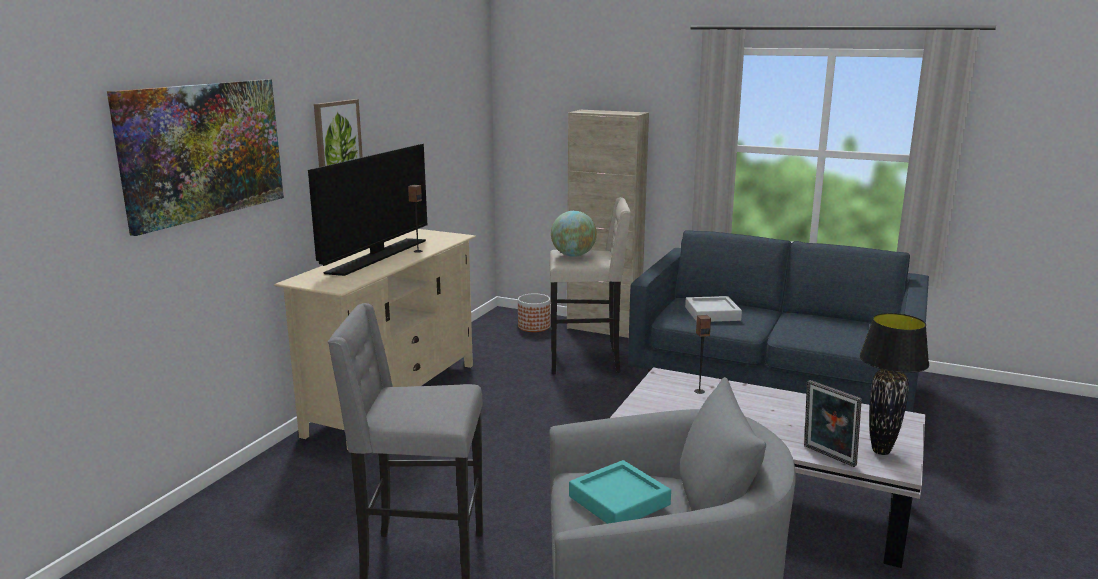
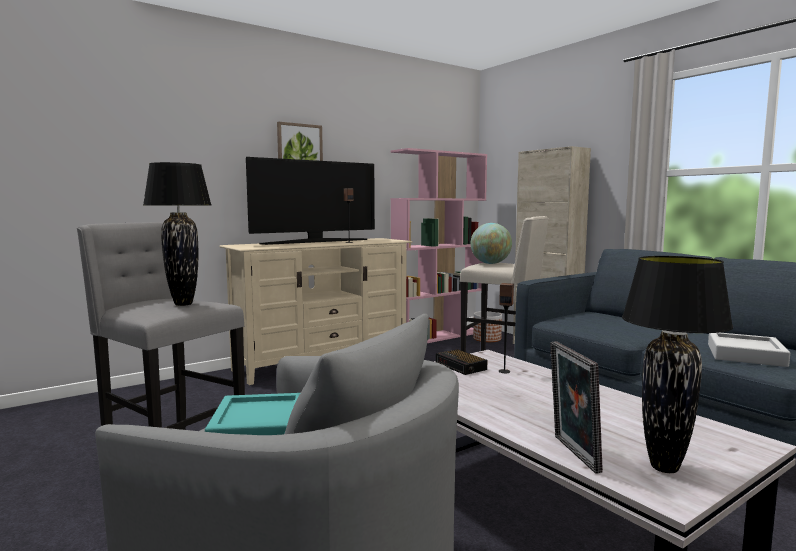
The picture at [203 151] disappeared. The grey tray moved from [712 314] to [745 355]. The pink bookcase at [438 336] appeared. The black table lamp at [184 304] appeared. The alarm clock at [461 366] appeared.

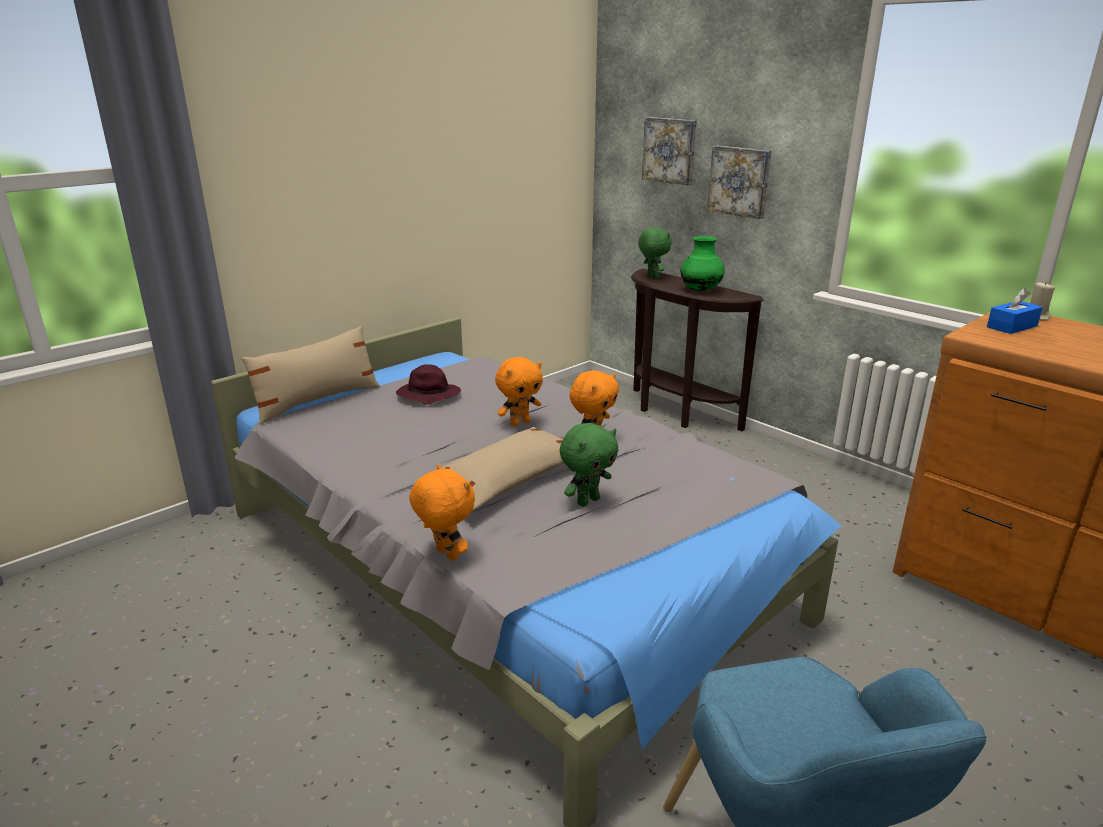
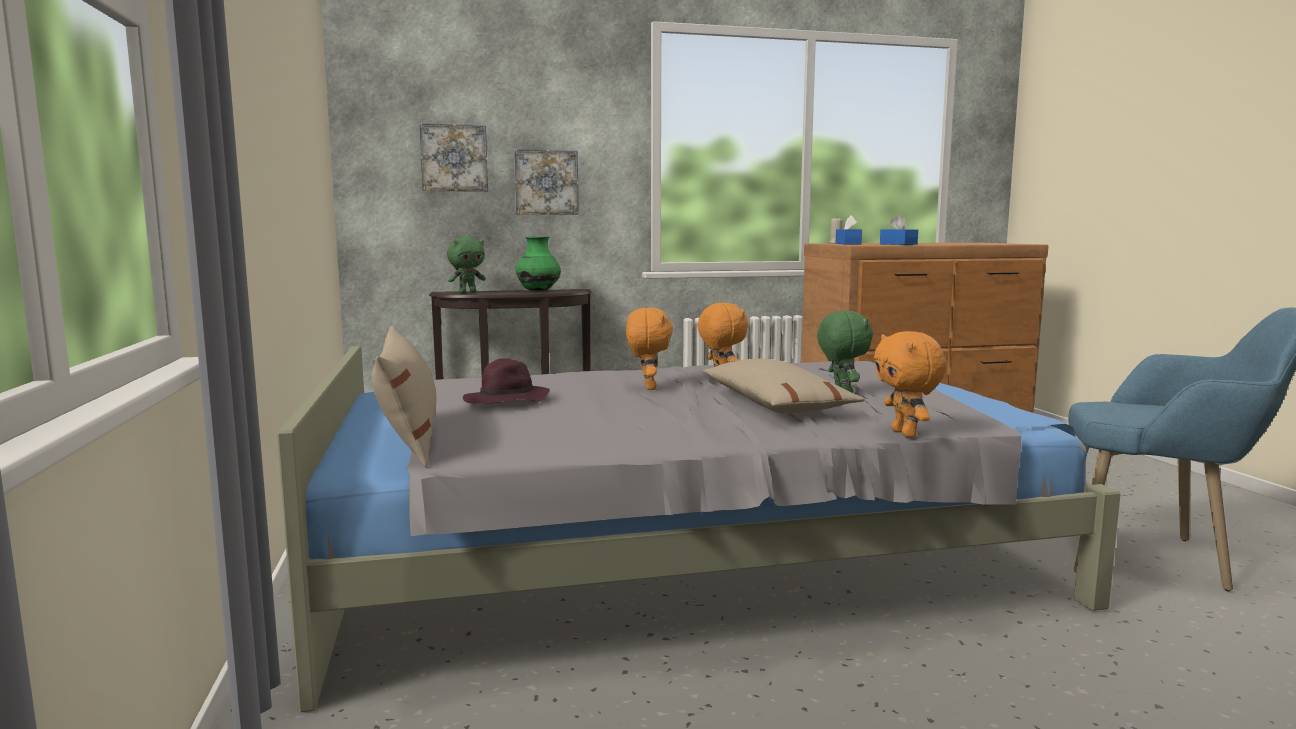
The green plush toy at [652 277] turned 135 degrees clockwise. The orange plush toy at [445 554] turned 90 degrees counterclockwise. The blue tissue box at [898 244] appeared.

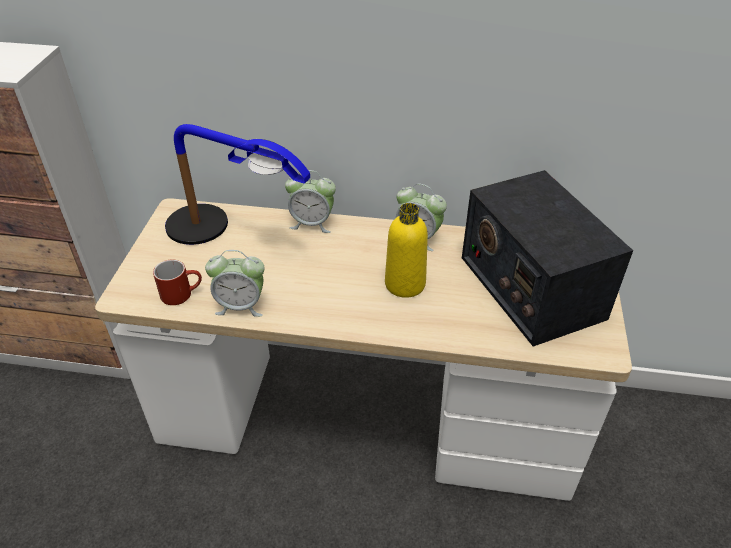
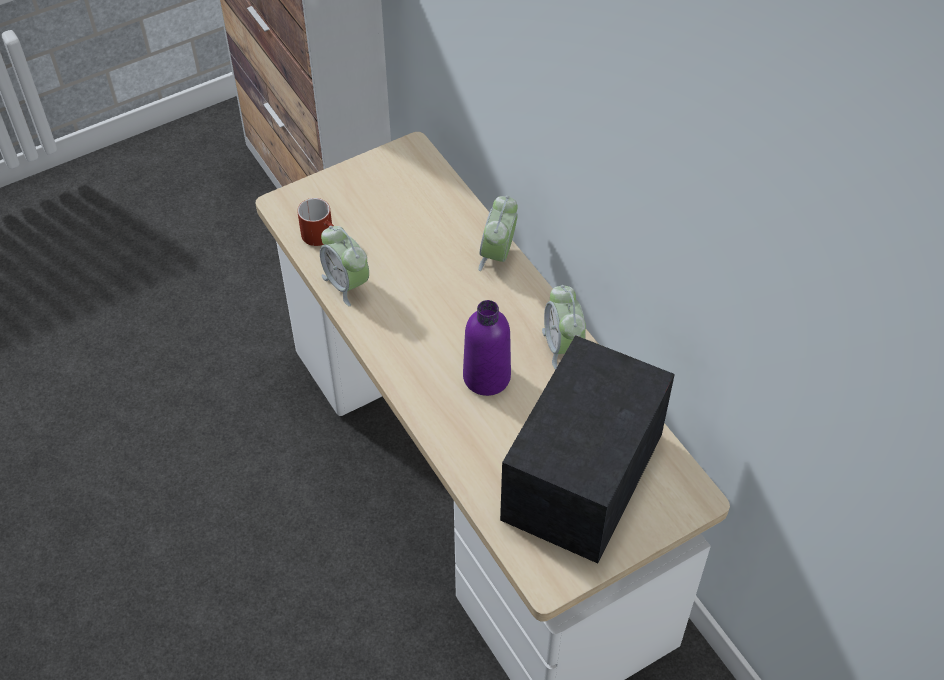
The table lamp at [225 235] disappeared. The alarm clock at [312 223] turned 45 degrees clockwise. The yellow bottle at [405 284] became the purple bottle at [486 377].

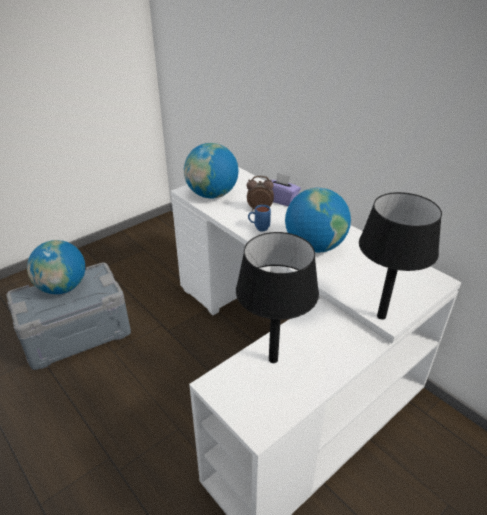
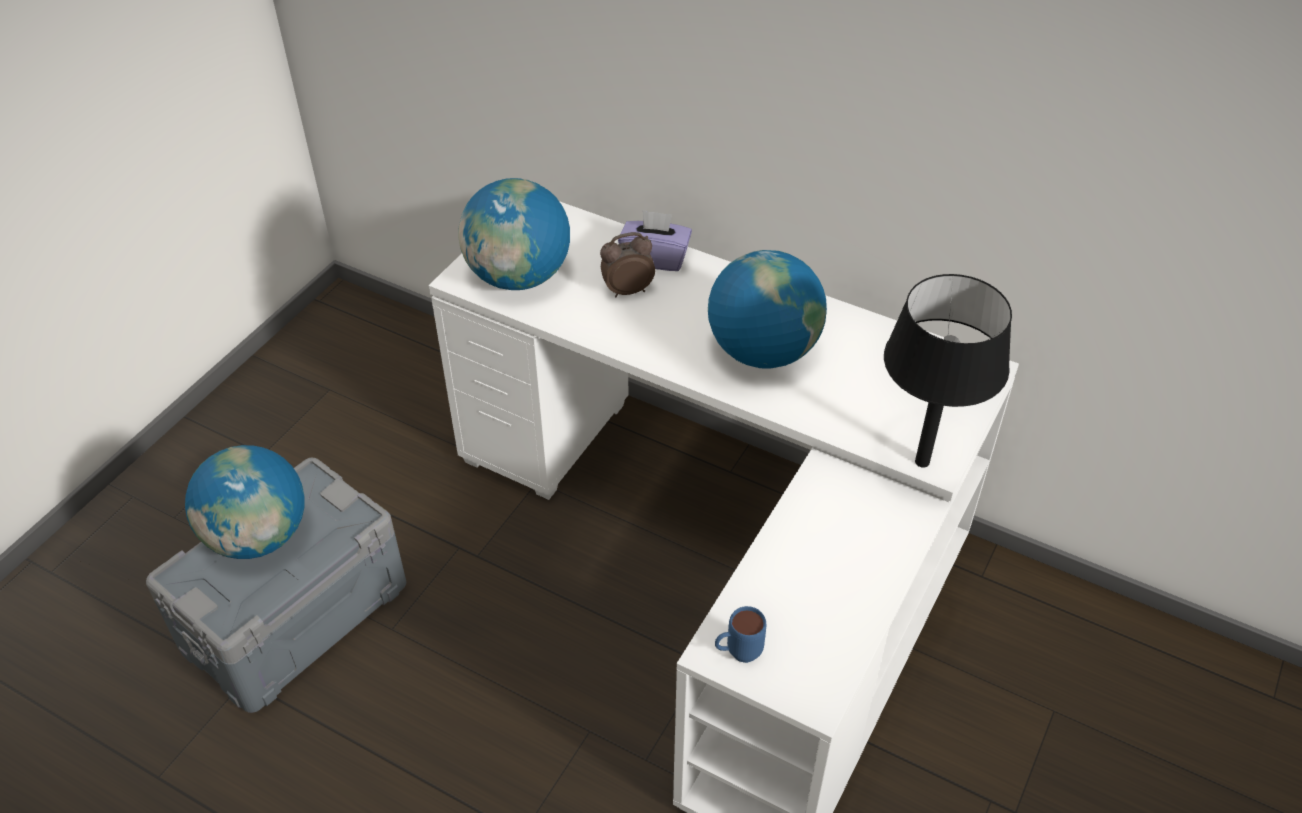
The blue mug moved from [258 228] to [737 654]. The black table lamp at [273 359] disappeared.

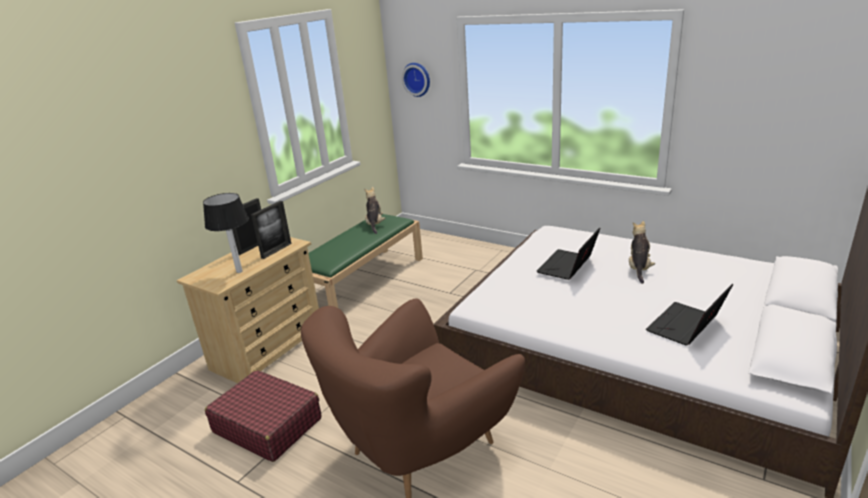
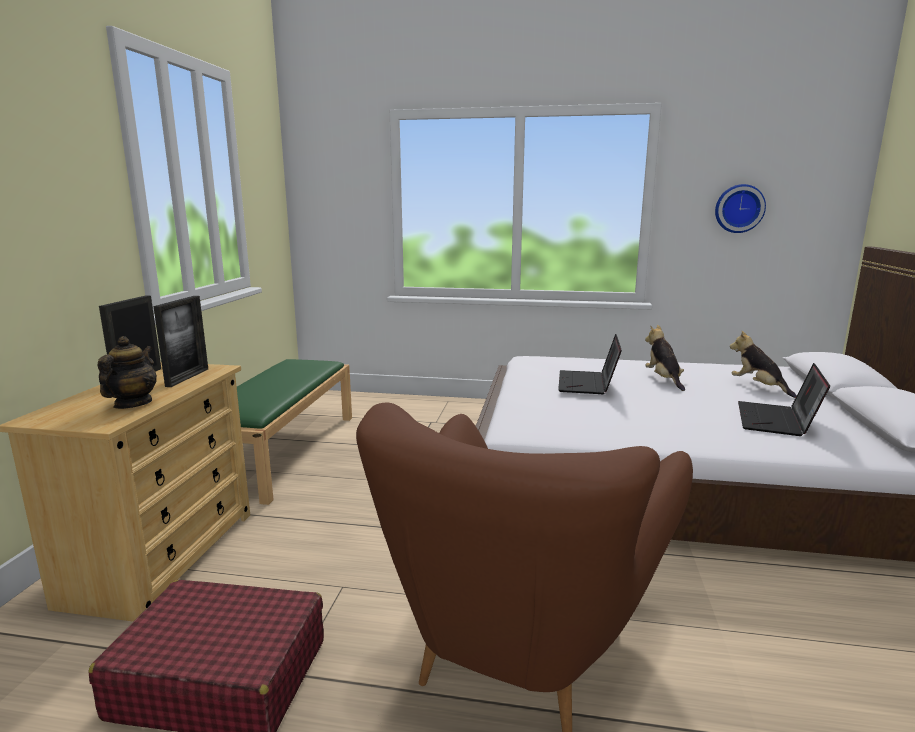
The wall clock moved from [417 79] to [738 208]. The plush toy moved from [375 224] to [758 387]. The table lamp at [239 271] was replaced by the teapot at [132 404].

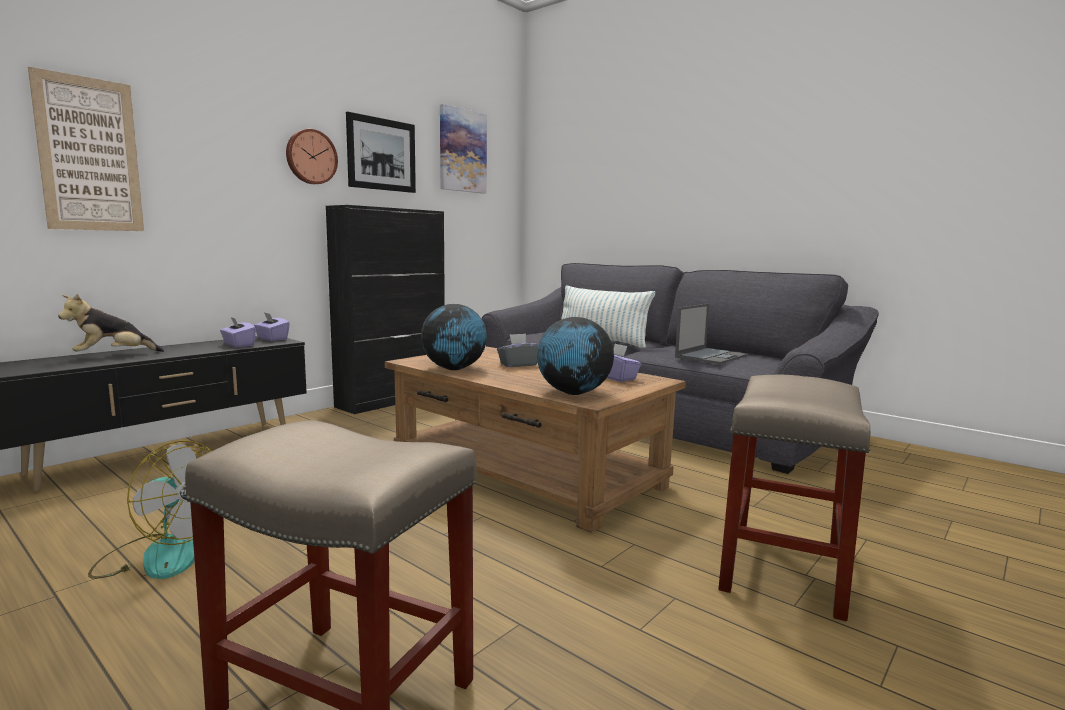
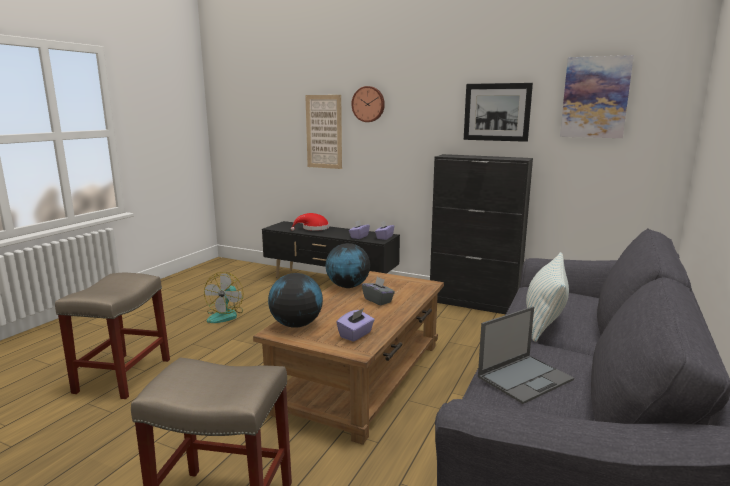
The wall clock moved from [310 157] to [368 104]. The plush toy at [112 356] was replaced by the red hat at [313 228]. The laptop at [711 356] turned 60 degrees counterclockwise.

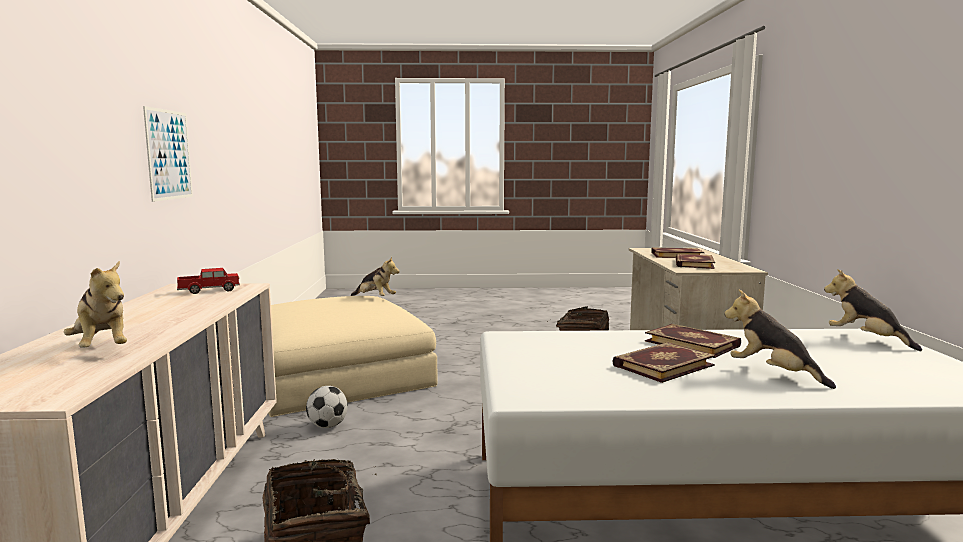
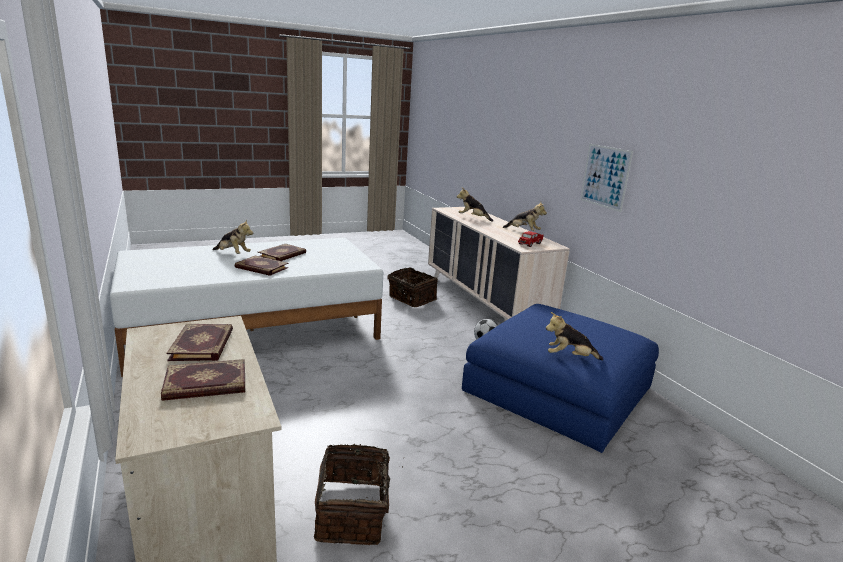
The plush toy moved from [866 339] to [523 231]. The beige ottoman at [335 375] became the blue ottoman at [558 389].

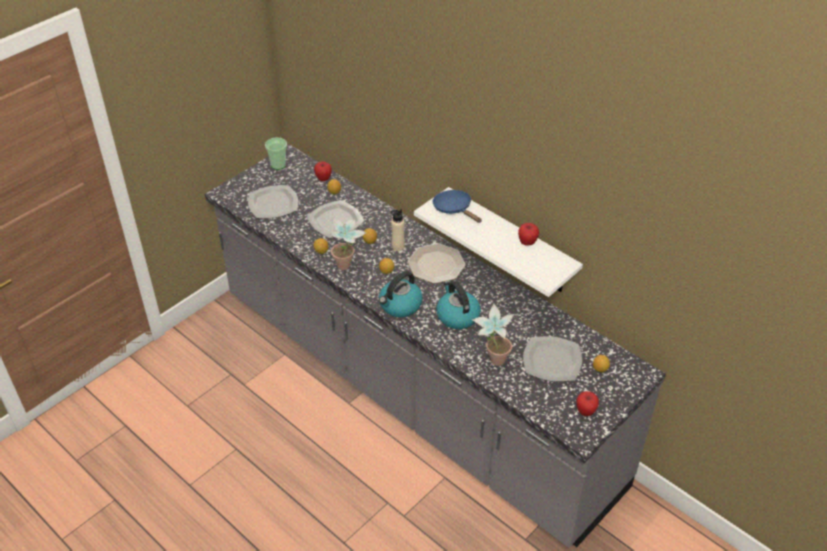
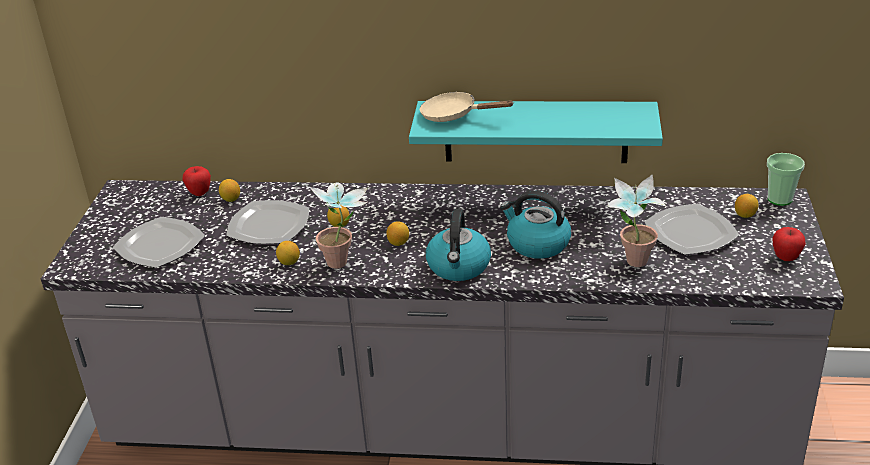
The cup moved from [278 165] to [779 199]. The white shelf at [511 242] became the turquoise shelf at [535 131]. The blue frying pan at [454 209] became the beige frying pan at [454 115]. The beige bottle at [398 246] disappeared. The apple at [527 243] disappeared. The plate at [435 265] disappeared.

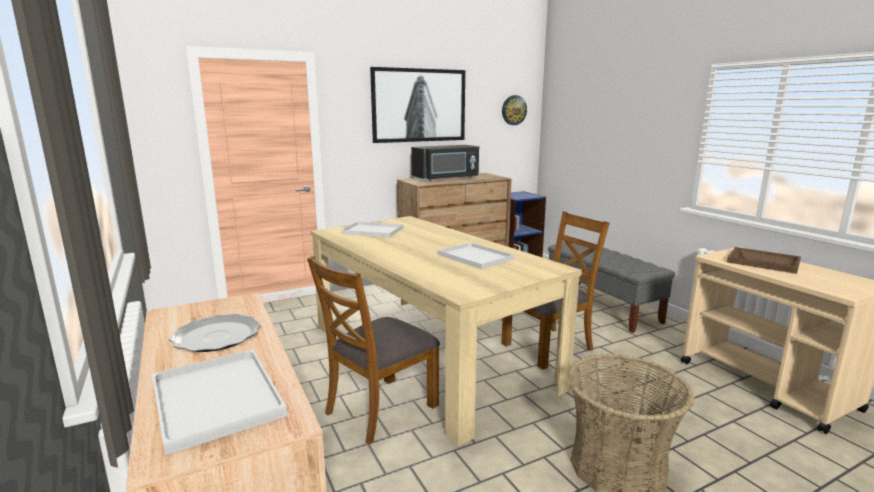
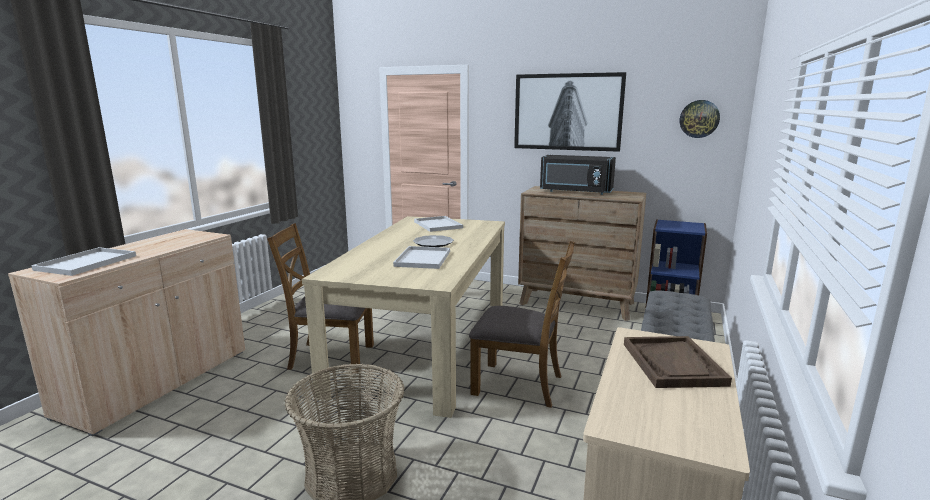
The plate moved from [217 336] to [433 243].

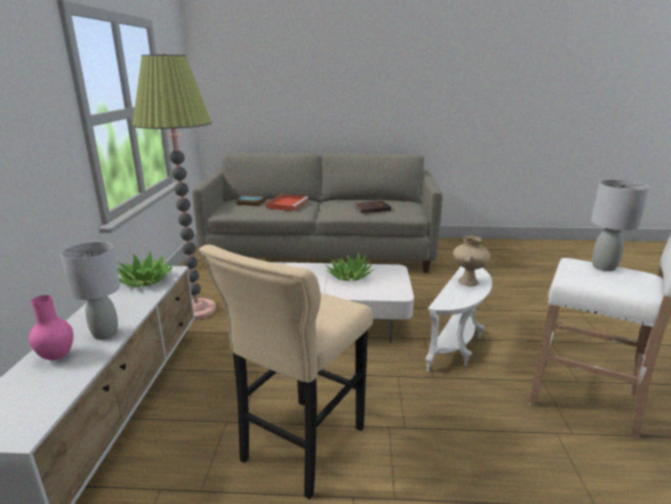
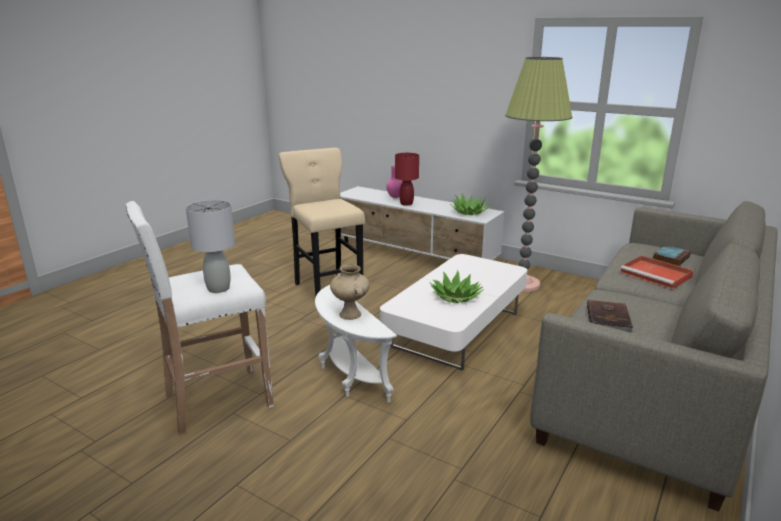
The grey table lamp at [105 333] became the red table lamp at [406 203].

